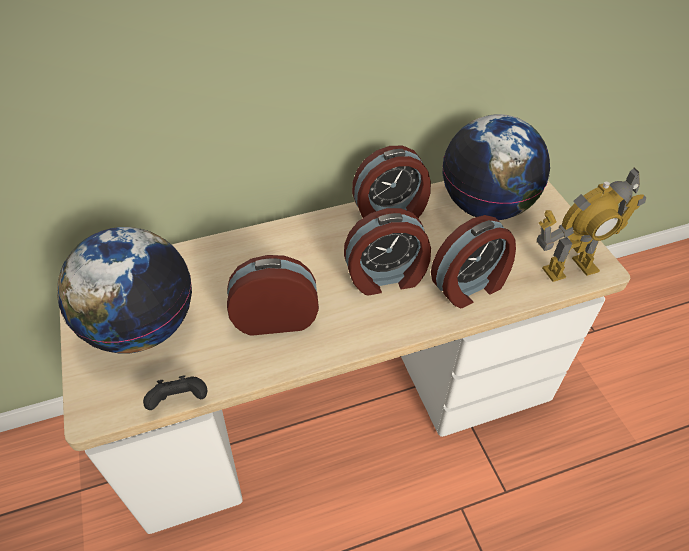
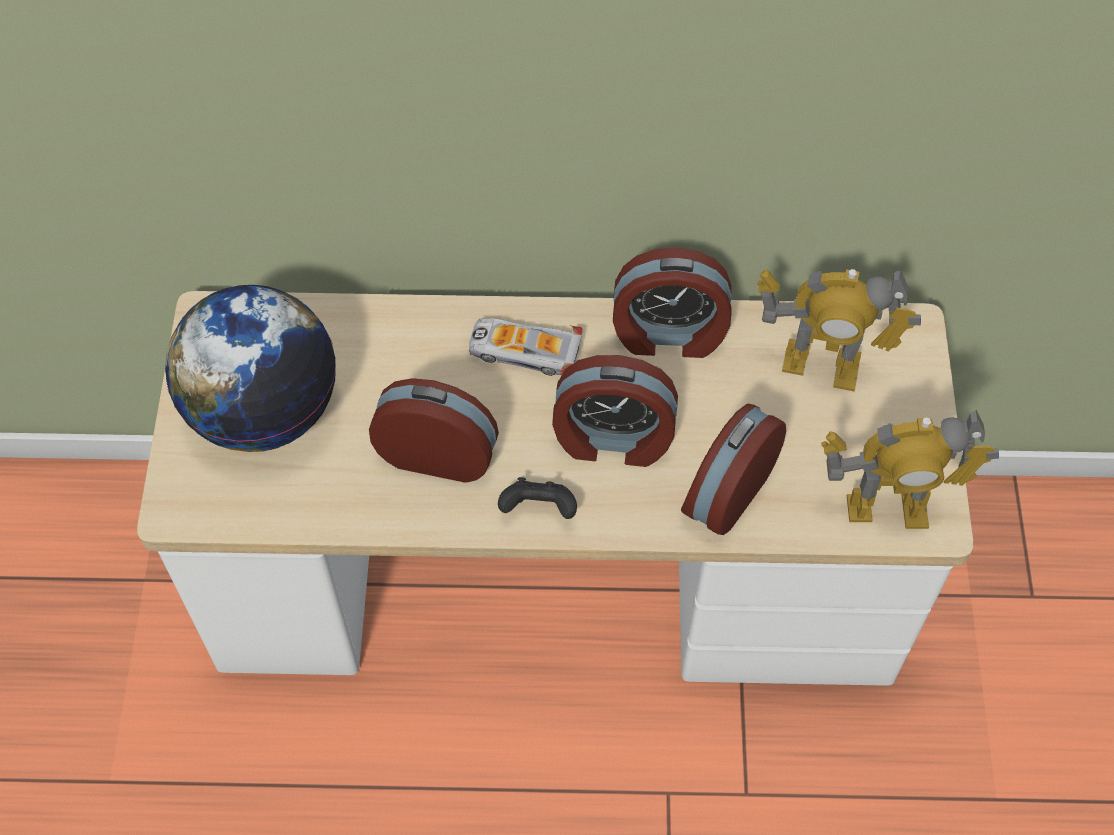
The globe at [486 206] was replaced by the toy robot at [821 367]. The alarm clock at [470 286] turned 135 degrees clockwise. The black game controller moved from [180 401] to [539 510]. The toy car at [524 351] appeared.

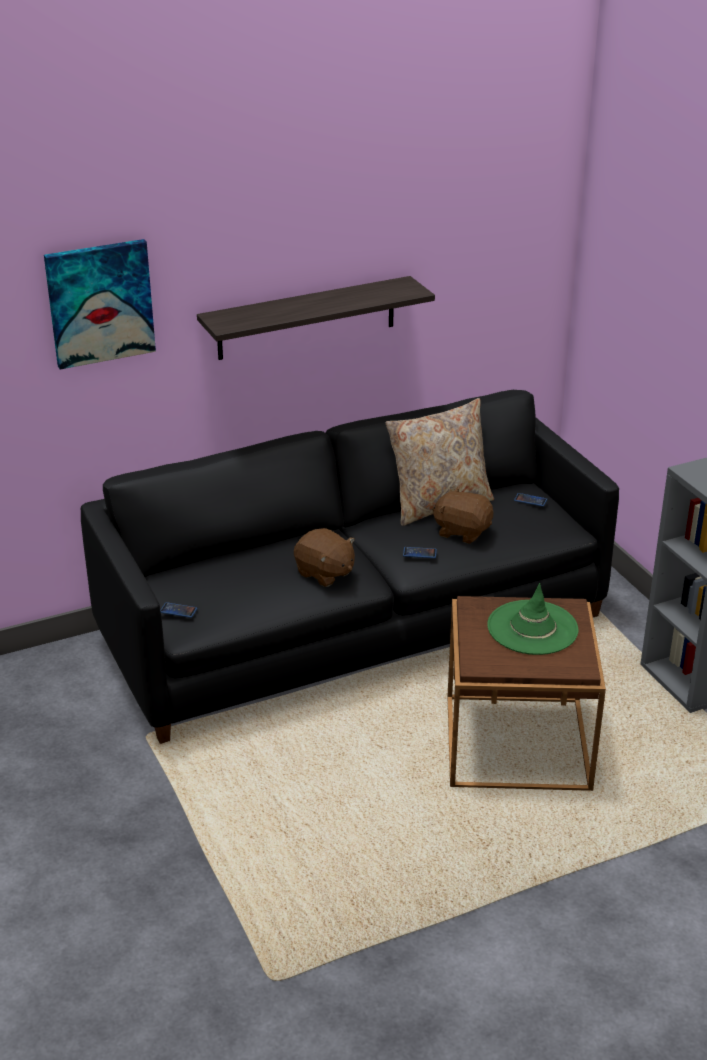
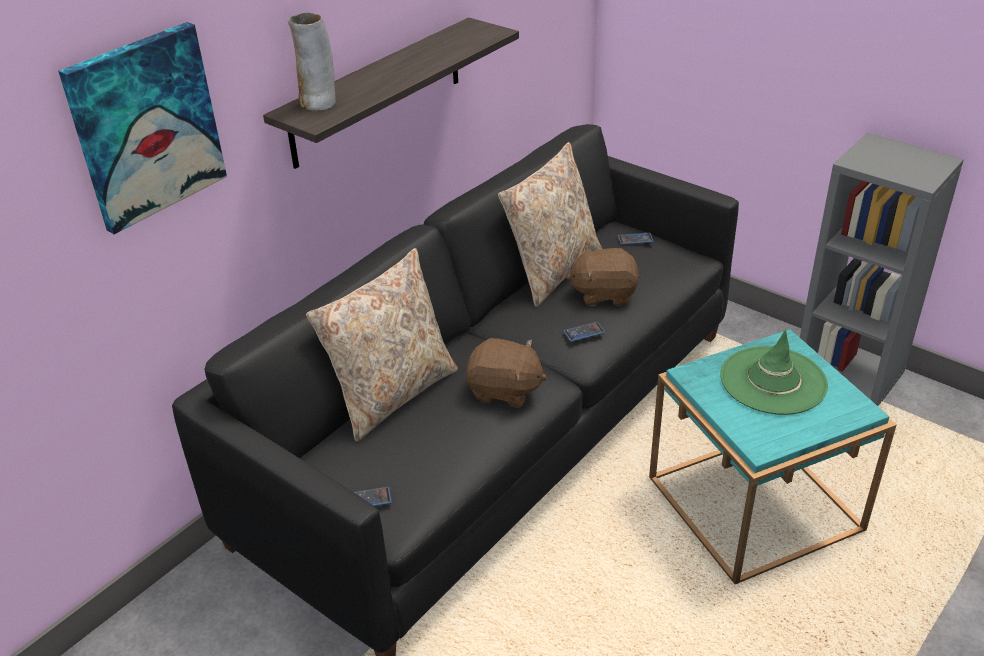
The brown side table at [517 742] became the turquoise side table at [754 504]. The vase at [318 103] appeared. The beige pillow at [392 393] appeared.

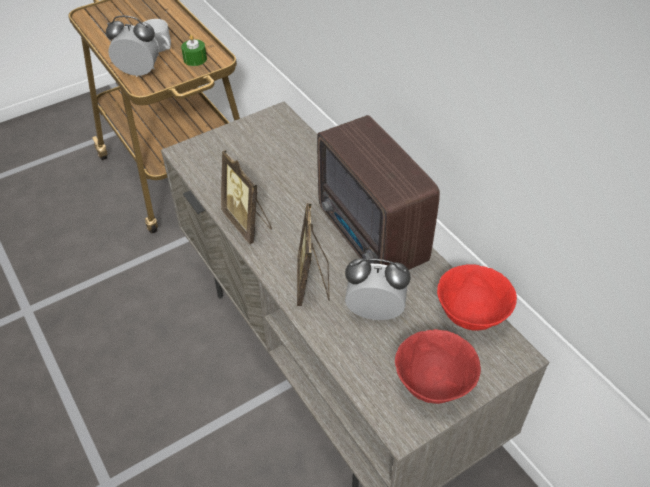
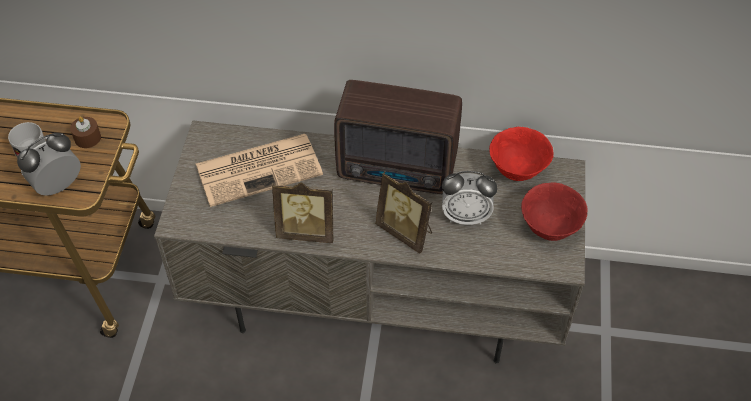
The green candle at [195 59] became the brown candle at [87 138]. The alarm clock at [374 312] turned 135 degrees counterclockwise. The newspaper at [260 169] appeared.

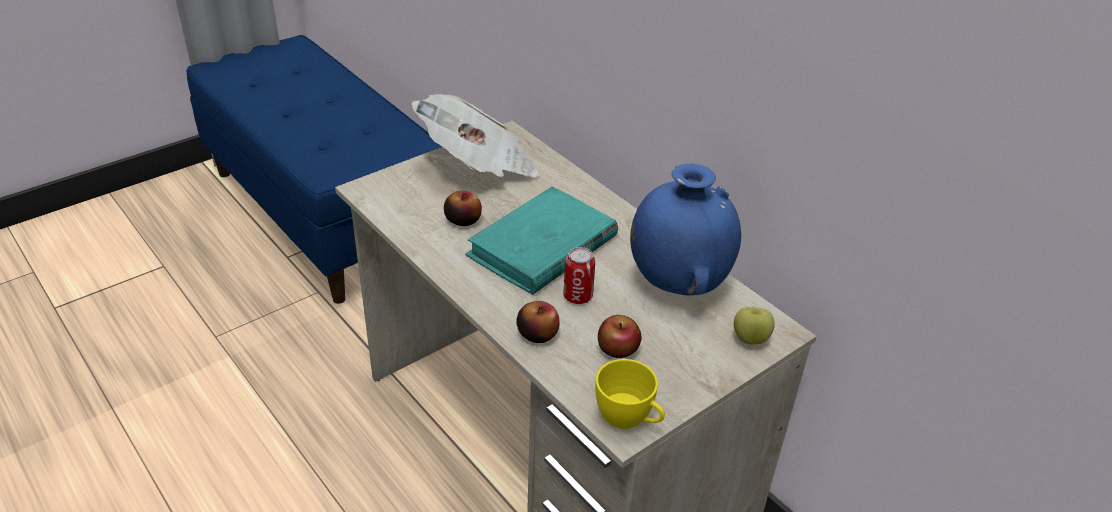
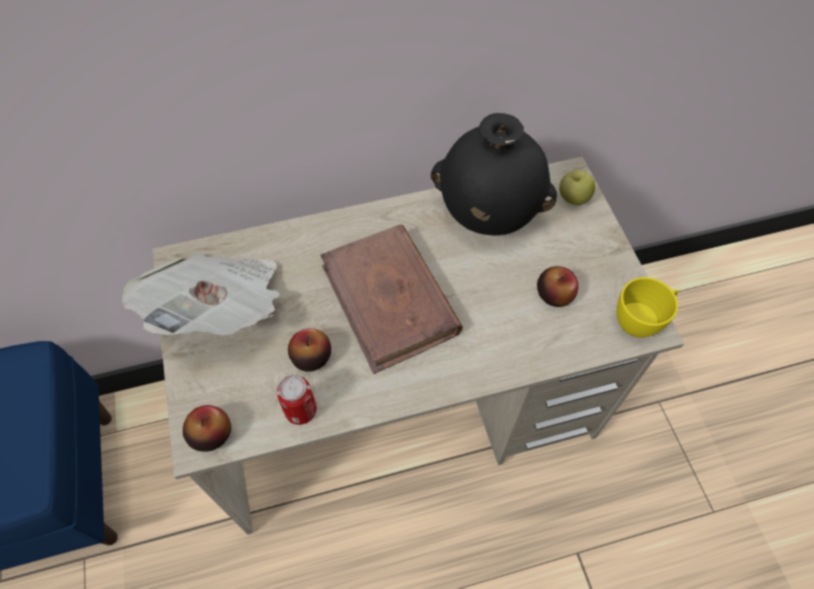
The blue vase at [677 283] became the black vase at [486 216]. The turquoise book at [542 246] became the brown book at [390 300]. The can moved from [578 296] to [301 410]. The apple moved from [537 333] to [211 434].

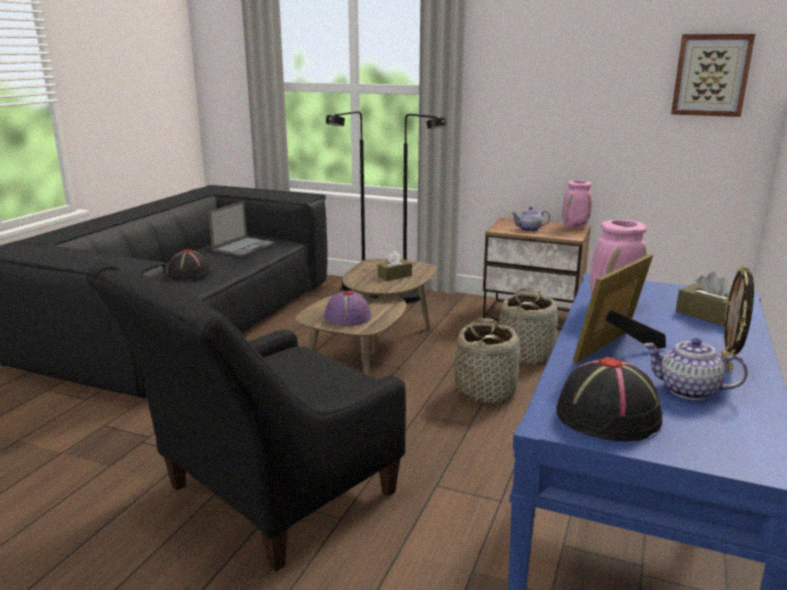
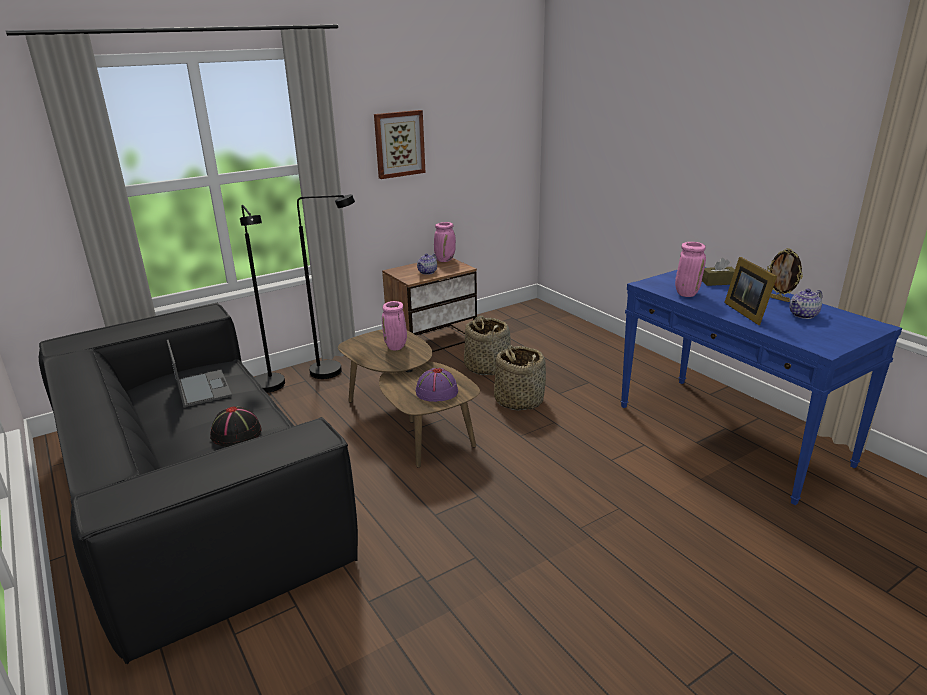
The picture moved from [711 75] to [399 144]. The brown tissue box at [394 276] was replaced by the pink vase at [396 347]. The black armchair at [268 497] disappeared. The black hat at [608 415] disappeared.

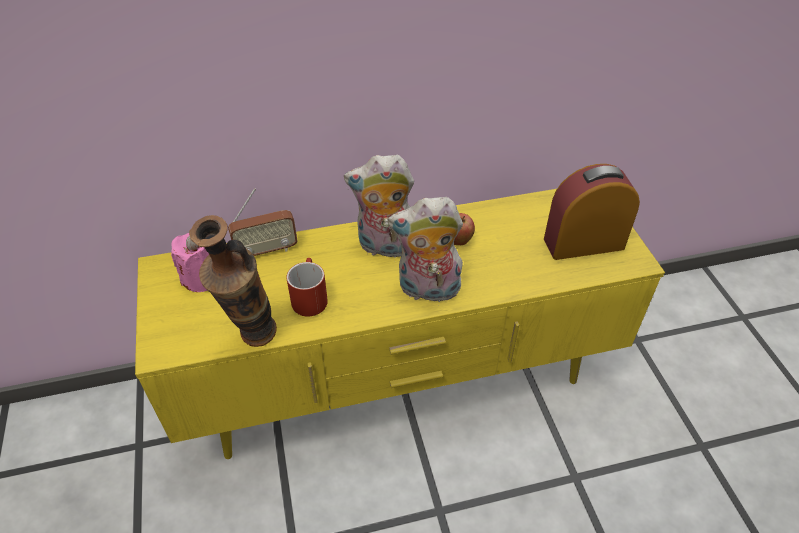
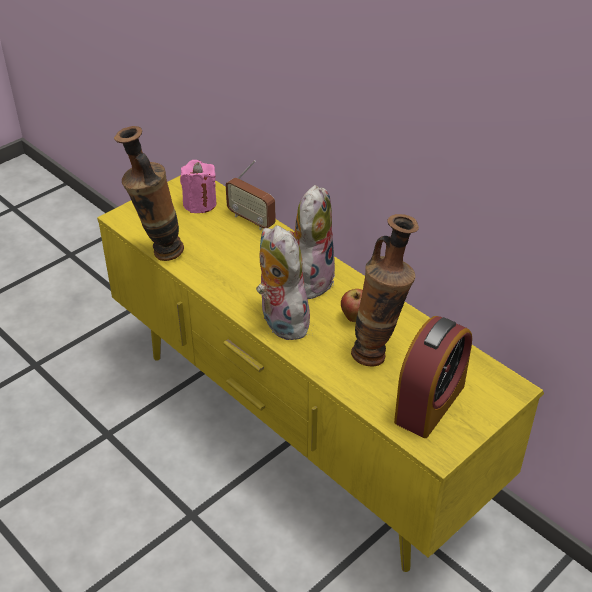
The plush toy at [385 247] turned 45 degrees clockwise. The alarm clock at [583 243] turned 75 degrees clockwise. The red mug at [308 297] disappeared. The vase at [378 353] appeared.

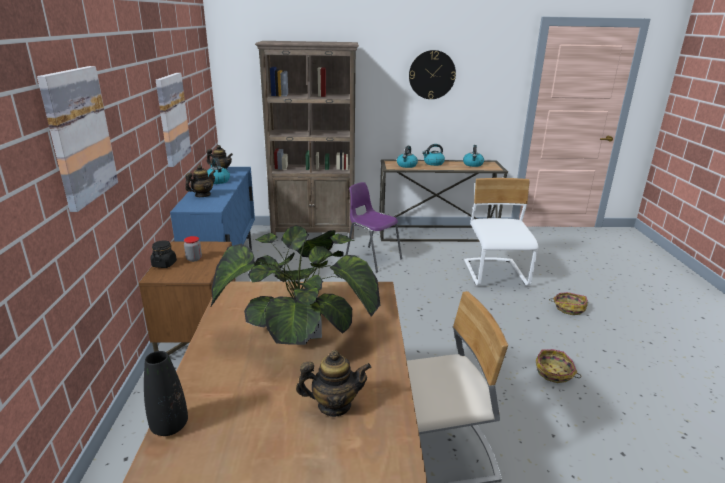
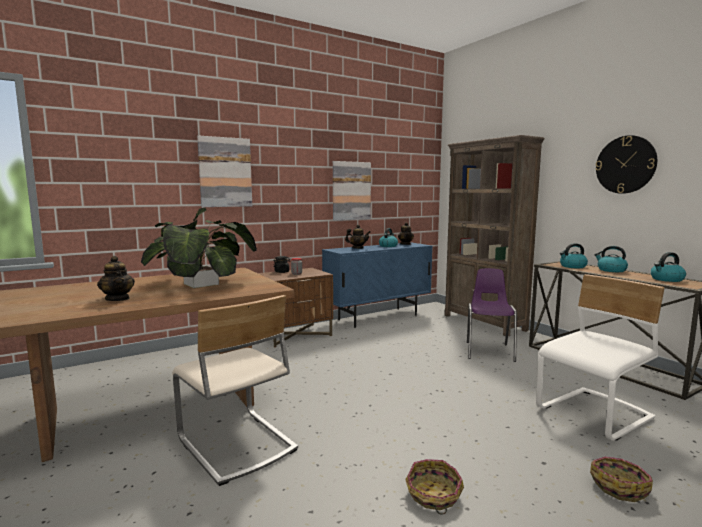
The black vase at [169 426] disappeared.

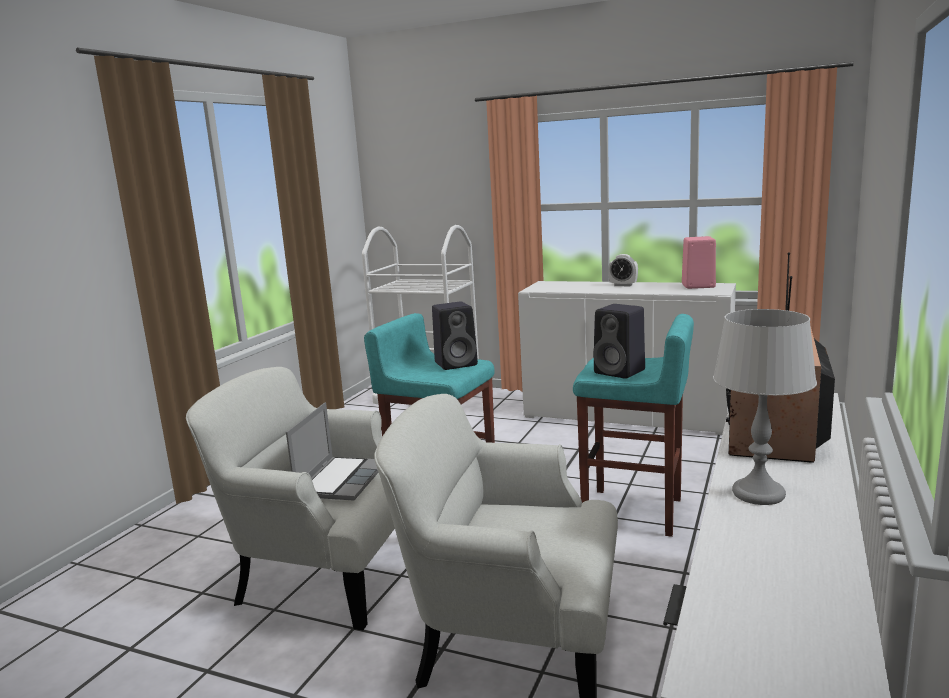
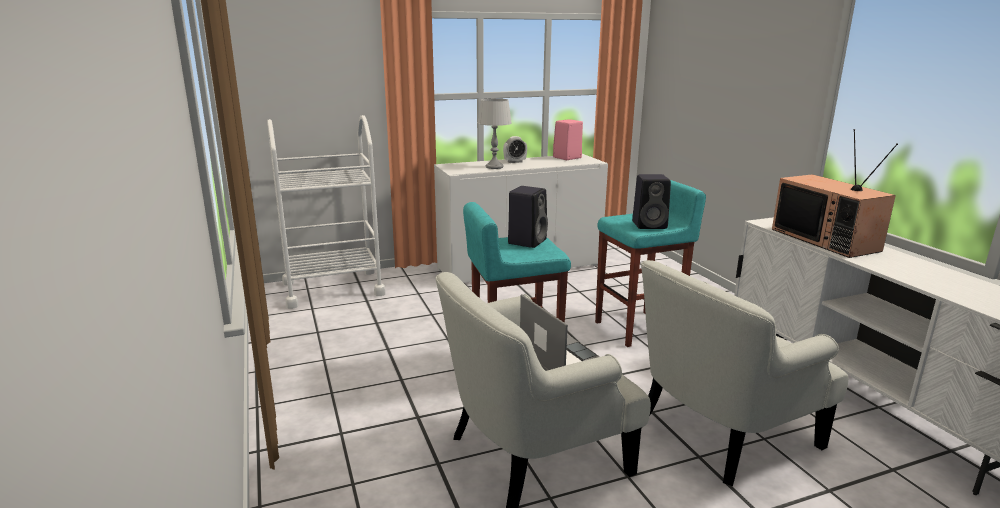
The grey table lamp moved from [758 493] to [494 167].

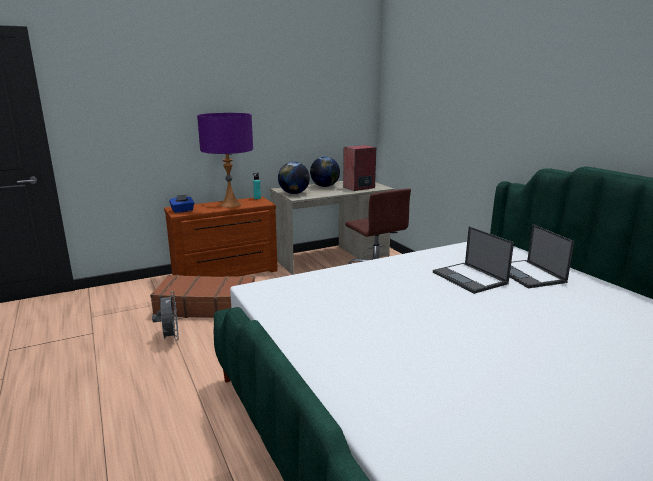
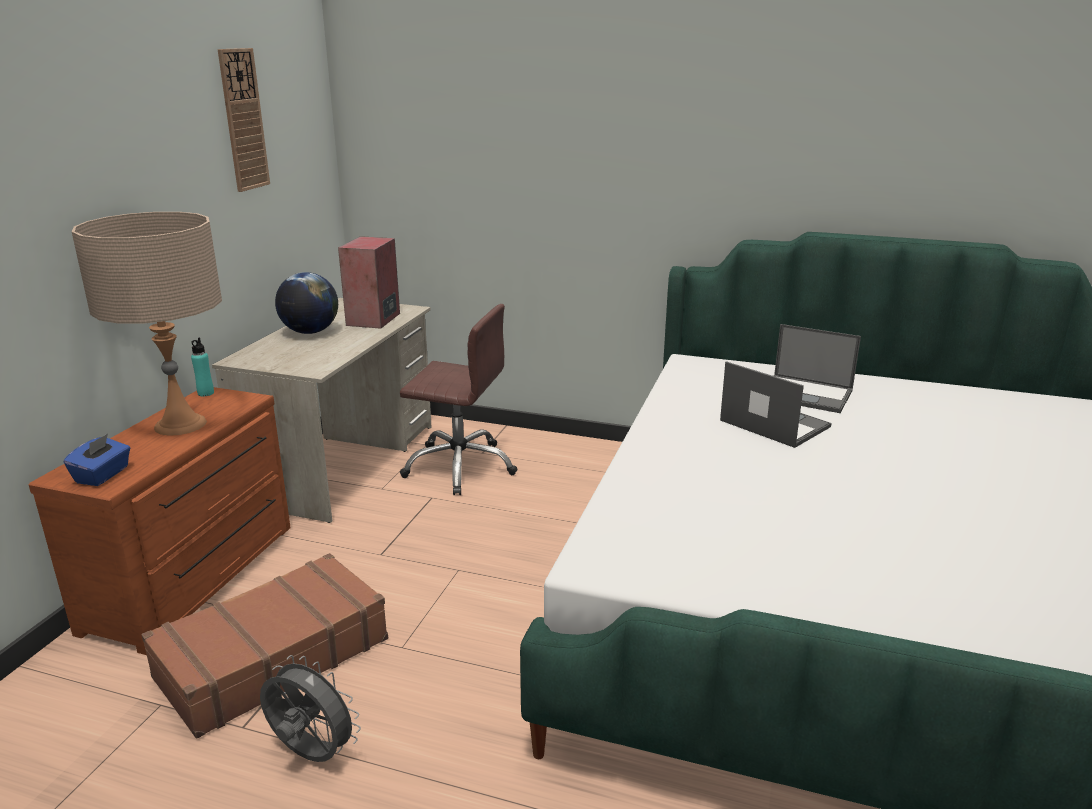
The purple table lamp at [230 204] became the beige table lamp at [180 424]. The globe at [294 193] disappeared. The laptop at [470 278] turned 150 degrees counterclockwise. The wall clock at [243 120] appeared.

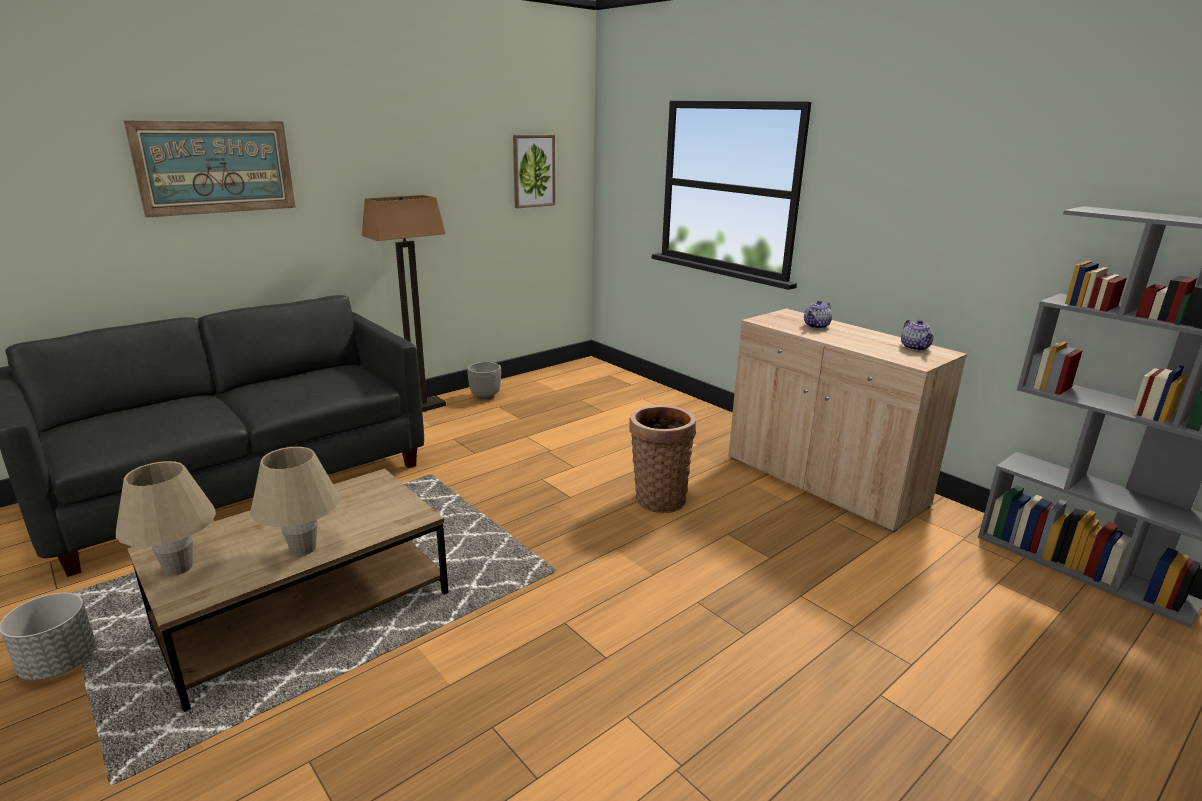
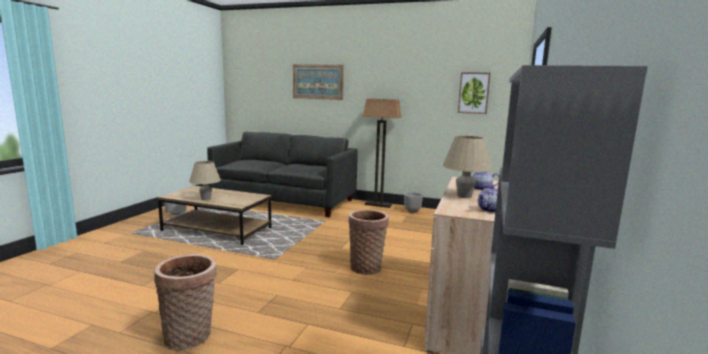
The beige table lamp moved from [178 567] to [464 196]. The basket at [191 337] appeared.

